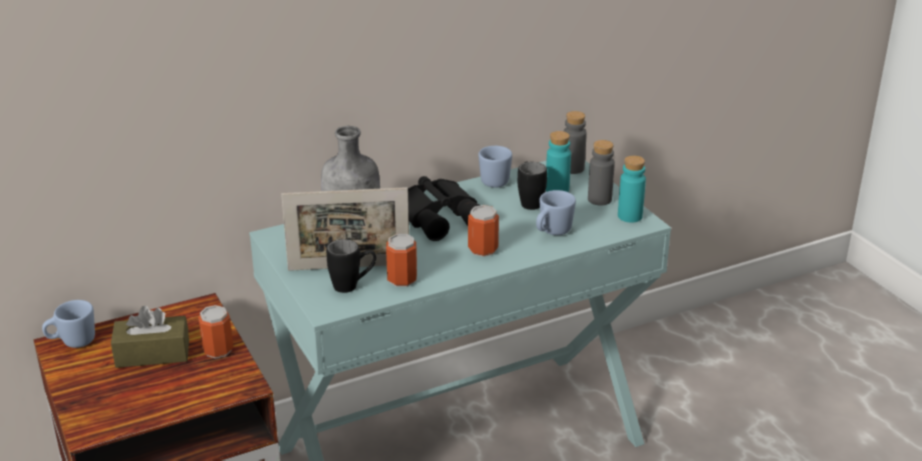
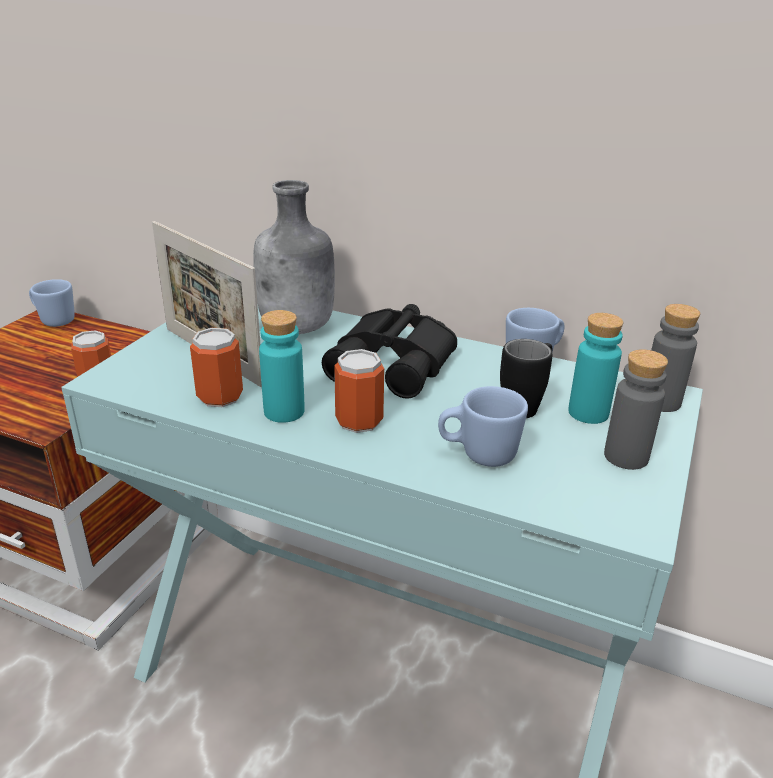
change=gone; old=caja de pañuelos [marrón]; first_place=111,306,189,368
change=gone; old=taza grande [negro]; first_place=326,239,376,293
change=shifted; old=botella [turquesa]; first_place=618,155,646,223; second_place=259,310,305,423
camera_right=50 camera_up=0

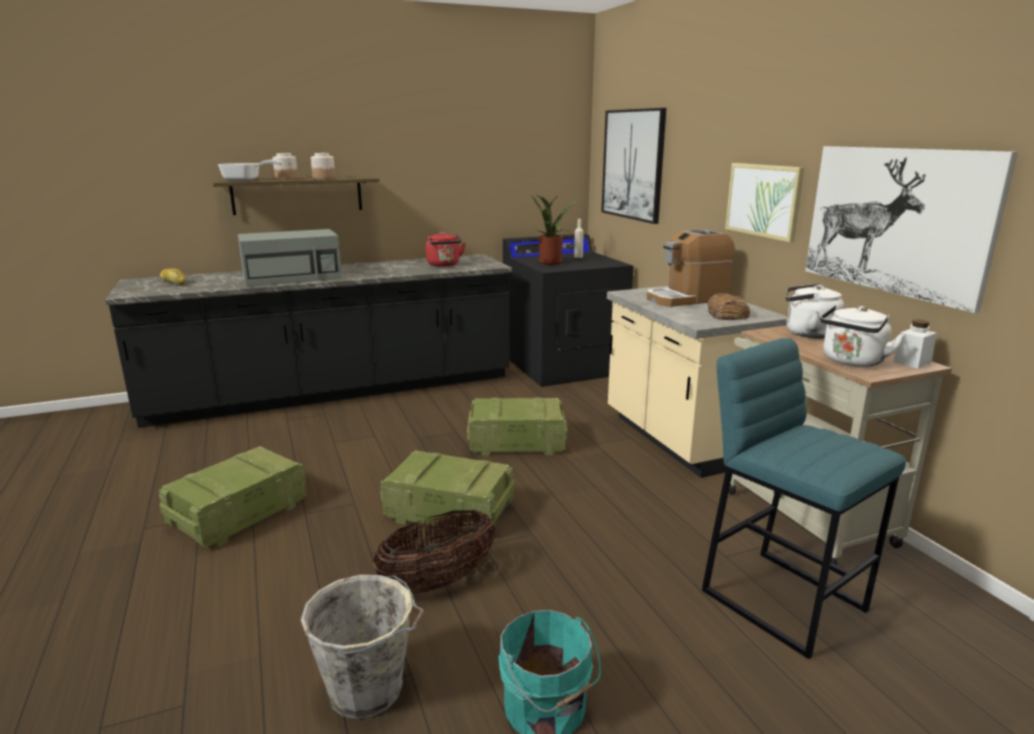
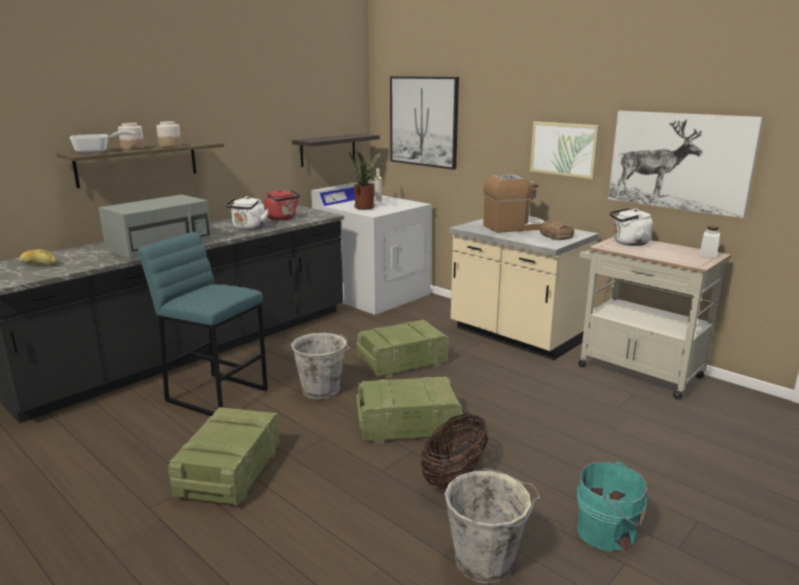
change=repainted; old=lavadora [negro]; new=lavadora [blanco]; first_place=503,234,634,387; second_place=311,180,432,315
change=rotated; old=cafetera; first_place=647,229,735,307; second_place=483,174,544,233; degrees=-150
change=shifted; old=taburete [turquesa]; first_place=702,338,906,659; second_place=138,232,268,416
change=shifted; old=hervidor [blanco]; first_place=820,305,905,367; second_place=225,196,269,230
change=new; new=cubo [gris]; second_place=291,333,351,400
change=new; new=estante; second_place=292,134,380,167
camera_right=-25 camera_up=0

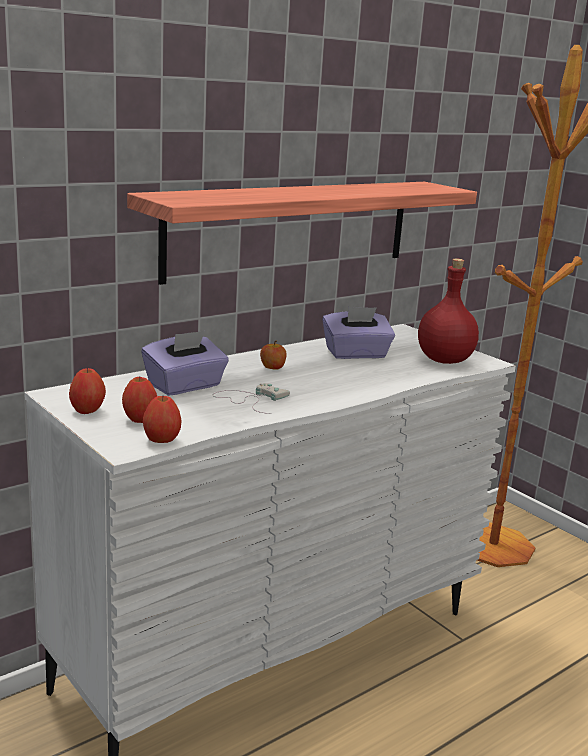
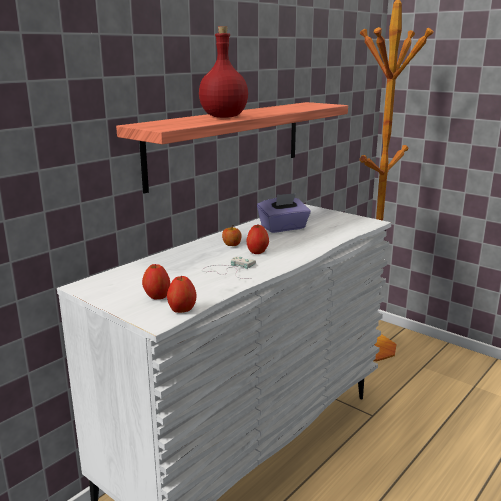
change=shifted; old=manzana; first_place=69,367,106,414; second_place=246,225,269,254
change=gone; old=caja de pañuelos [morado]; first_place=141,331,229,396
change=shifted; old=botella [rojo]; first_place=418,259,479,364; second_place=199,26,248,118
camera_right=-10 camera_up=0

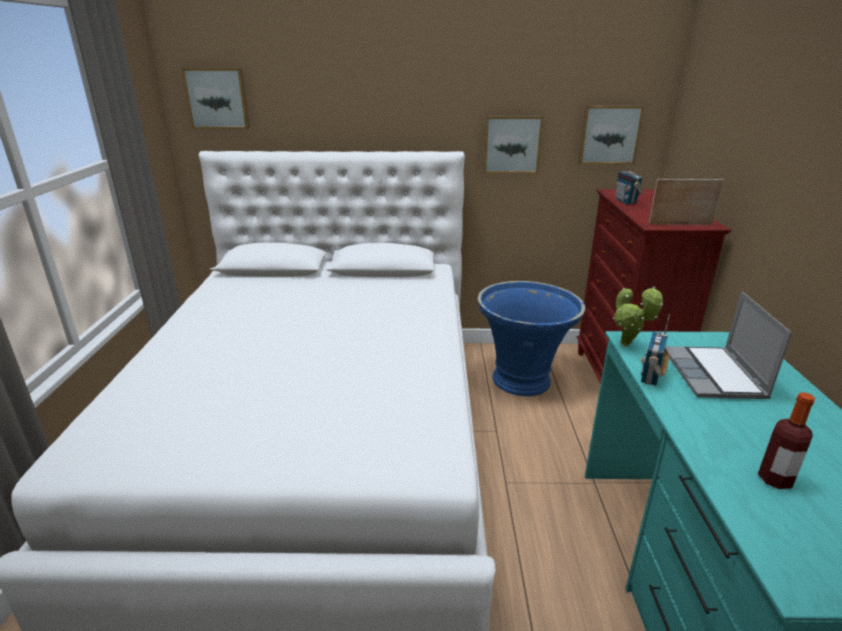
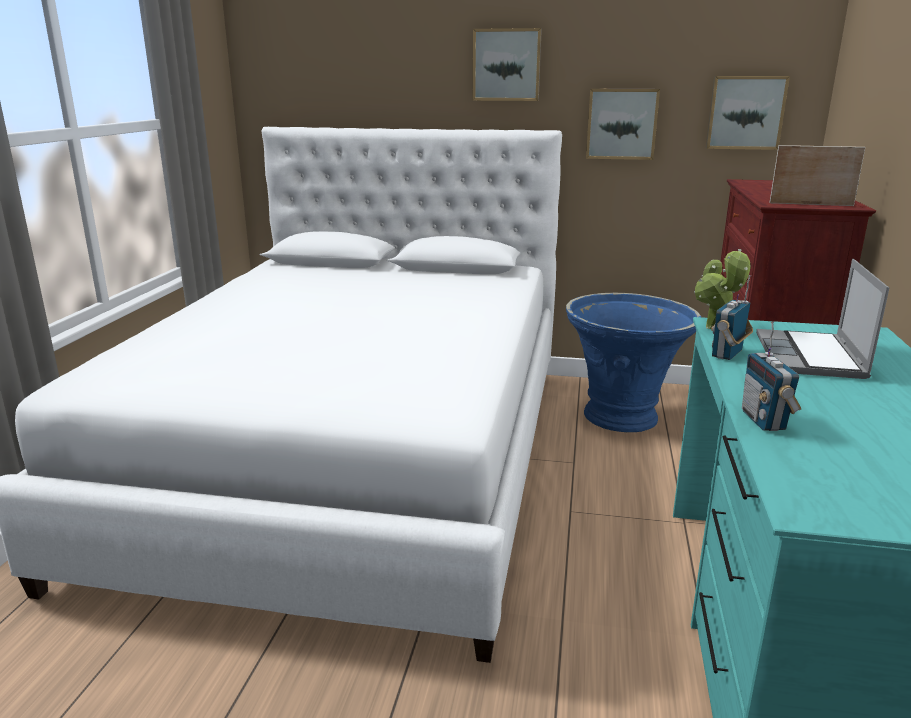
change=shifted; old=cuadro; first_place=182,68,250,129; second_place=473,28,542,101
change=shifted; old=radio; first_place=615,156,643,204; second_place=742,322,801,431
change=gone; old=botella; first_place=758,392,815,489
camera_right=10 camera_up=-5

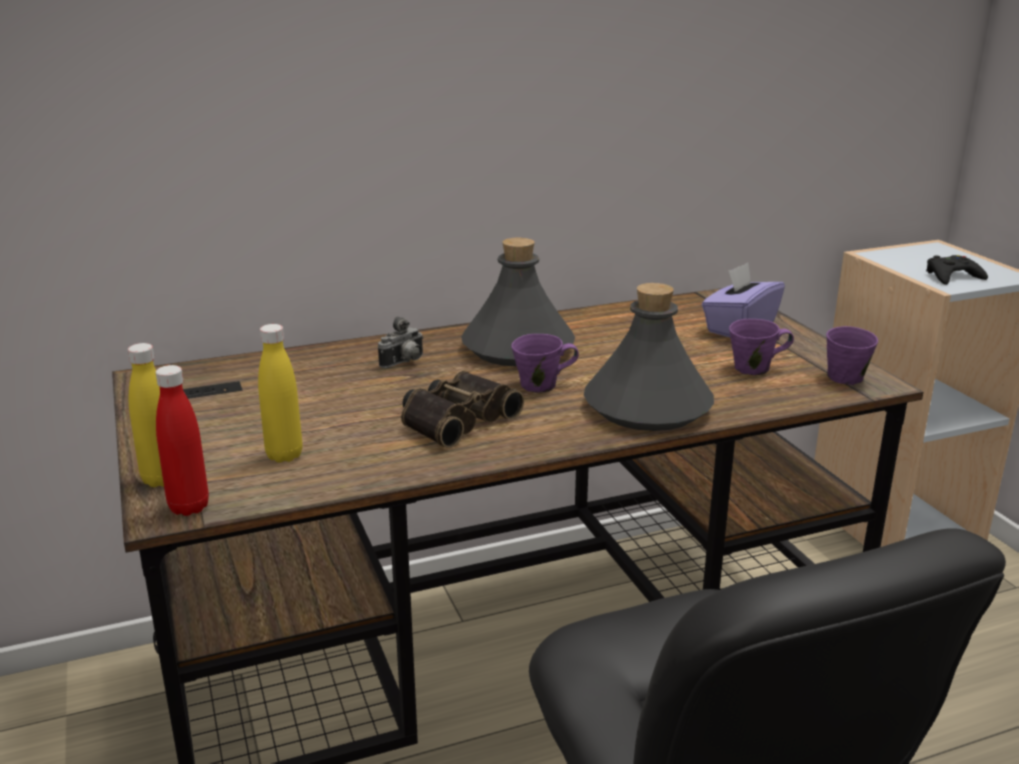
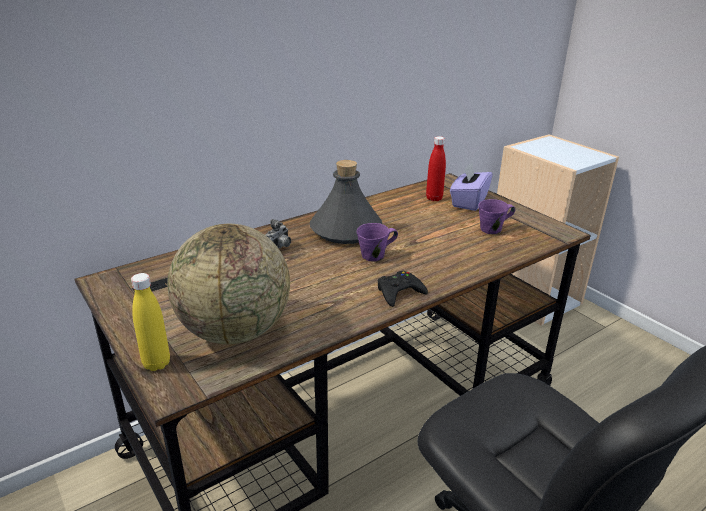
change=shifted; old=botella [rojo]; first_place=156,365,209,516; second_place=426,136,446,201
change=swapped; old=botella [amarillo]; new=globo terráqueo; first_place=258,324,302,463; second_place=167,224,290,344
change=gone; old=prismáticos; first_place=401,371,524,448
change=gone; old=botella [gris]; first_place=584,283,714,431
change=gone; old=taza grande [morado]; first_place=826,326,878,385
change=shifted; old=mando de consola [negro]; first_place=926,255,988,285; second_place=378,271,428,307
camera_right=-15 camera_up=5

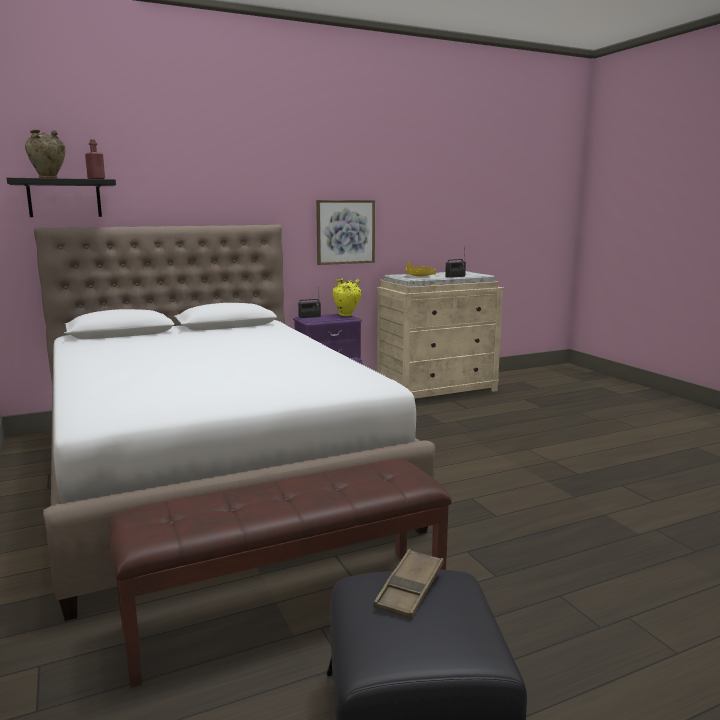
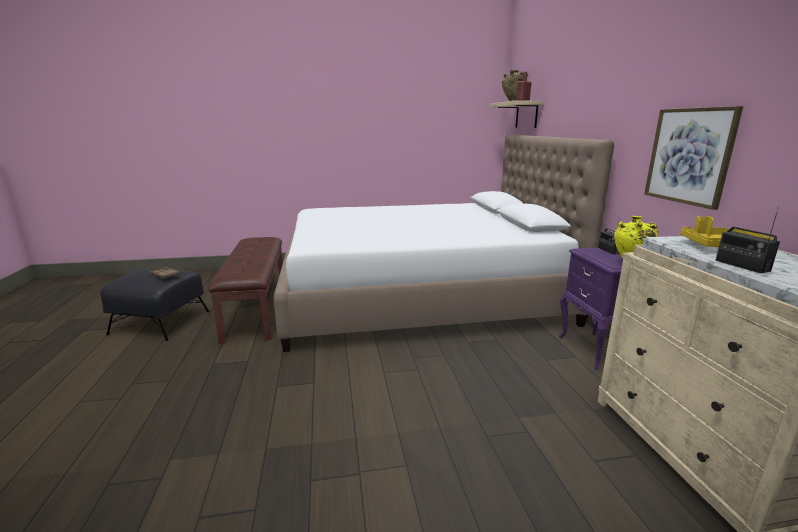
change=repainted; old=estante [negro]; new=estante [beis]; first_place=7,178,116,217; second_place=490,100,543,128
camera_right=105 camera_up=5

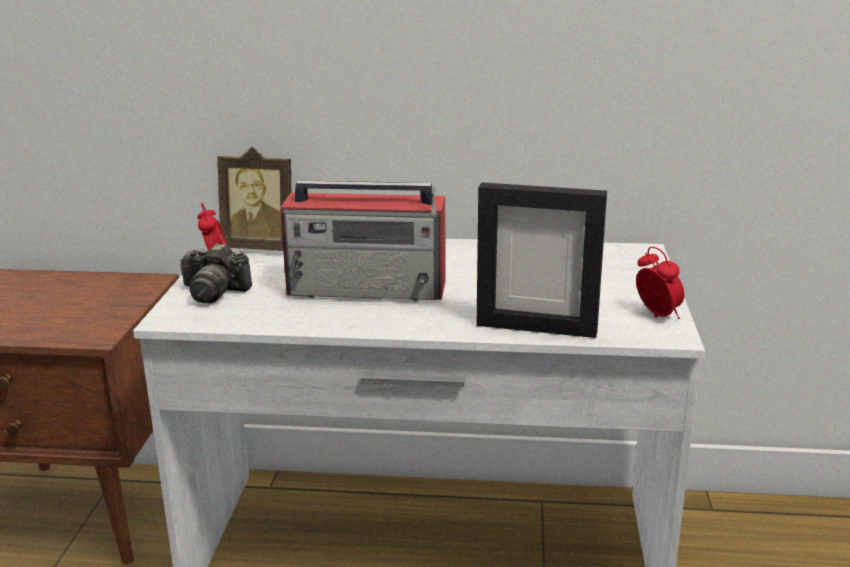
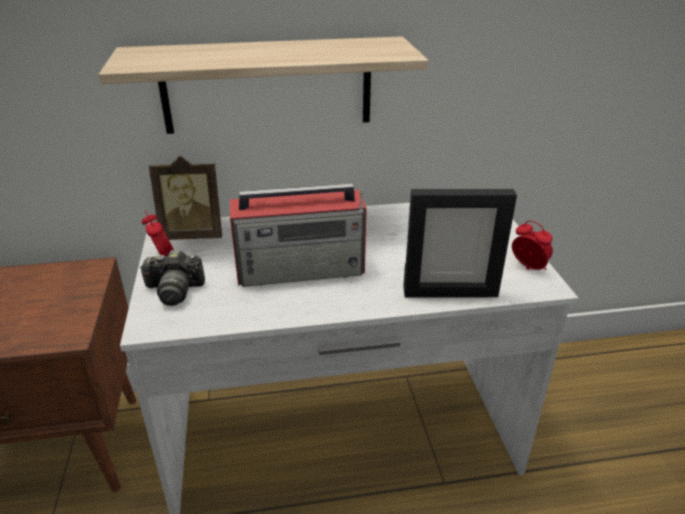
change=new; new=estante; second_place=99,36,428,134
camera_right=-15 camera_up=10

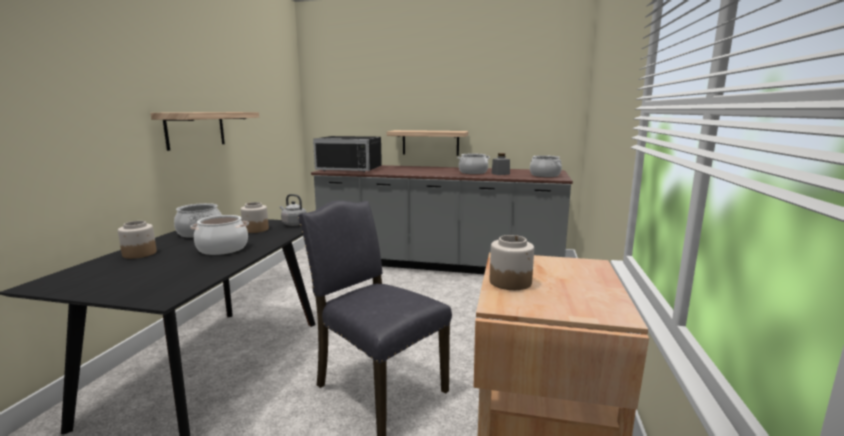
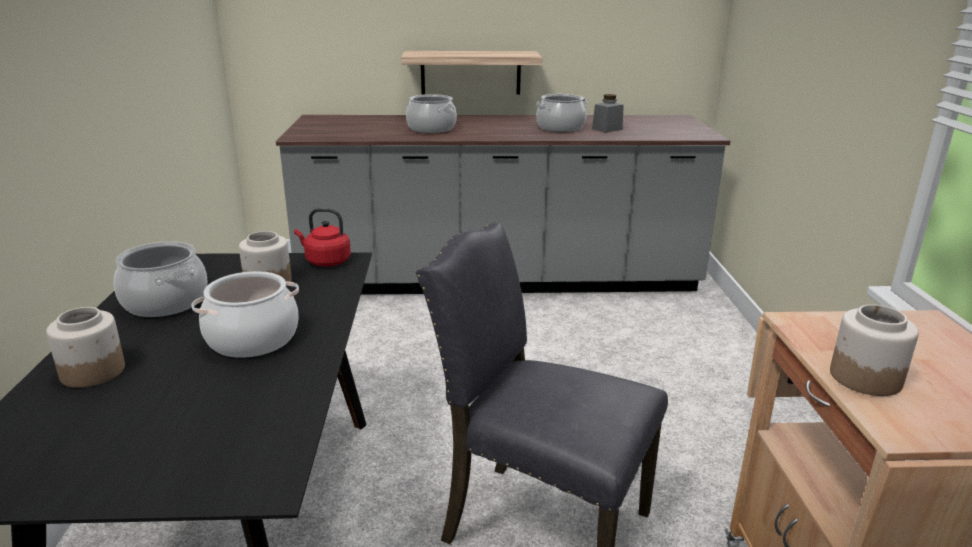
change=gone; old=estante; first_place=151,112,259,151
change=repainted; old=hervidor [gris]; new=hervidor [rojo]; first_place=280,194,307,226; second_place=294,208,351,267
change=gone; old=microondas [negro]; first_place=313,136,382,172
change=shifted; old=olla; first_place=530,155,562,177; second_place=406,94,457,133
camera_right=-15 camera_up=10

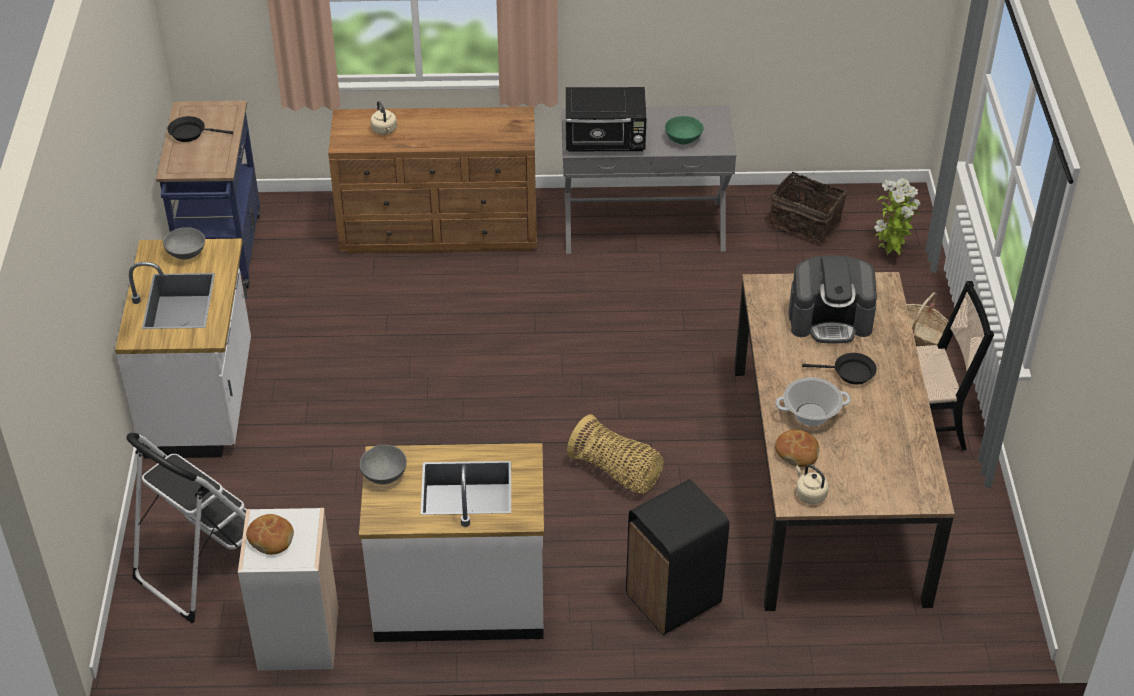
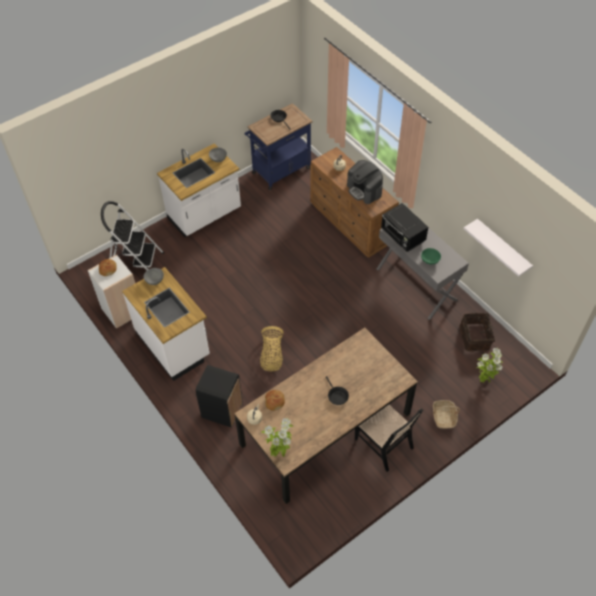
change=gone; old=olla; first_place=775,377,851,426
change=shifted; old=cafetera; first_place=788,256,877,343; second_place=347,160,383,204
change=new; new=planta en maceta; second_place=261,418,293,457
change=new; new=estante [blanco]; second_place=464,219,533,277
camera_right=55 camera_up=10

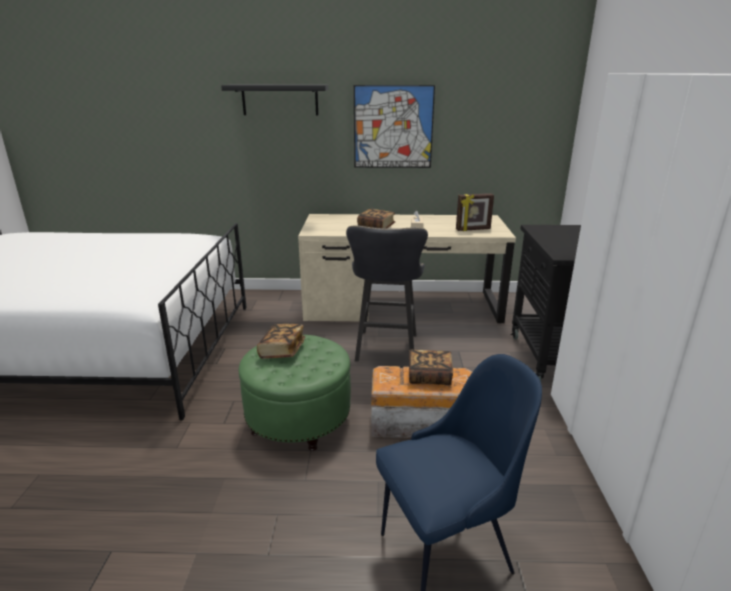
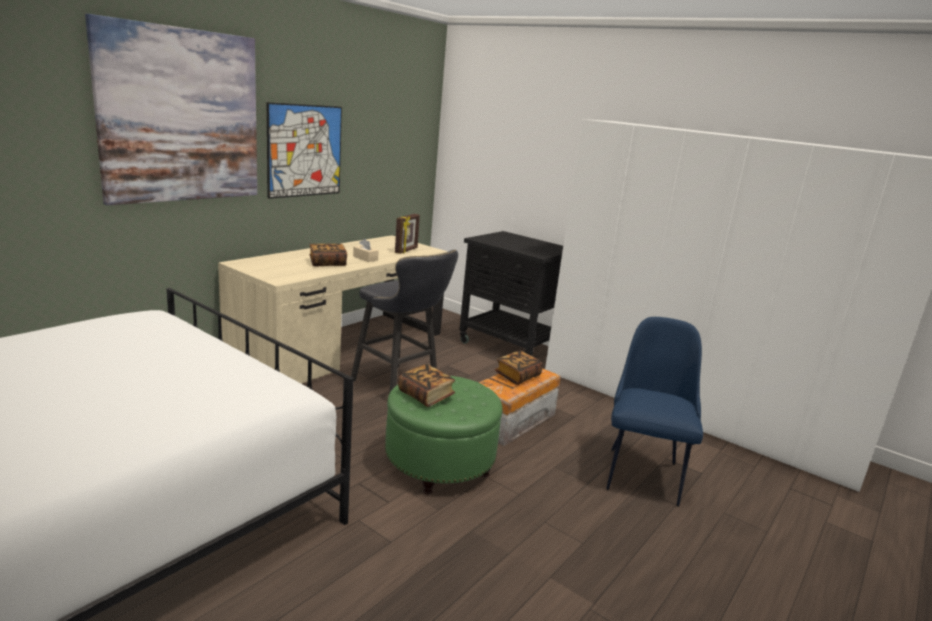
change=swapped; old=estante [negro]; new=cuadro; first_place=221,84,328,115; second_place=85,14,257,206
camera_right=-55 camera_up=-5

